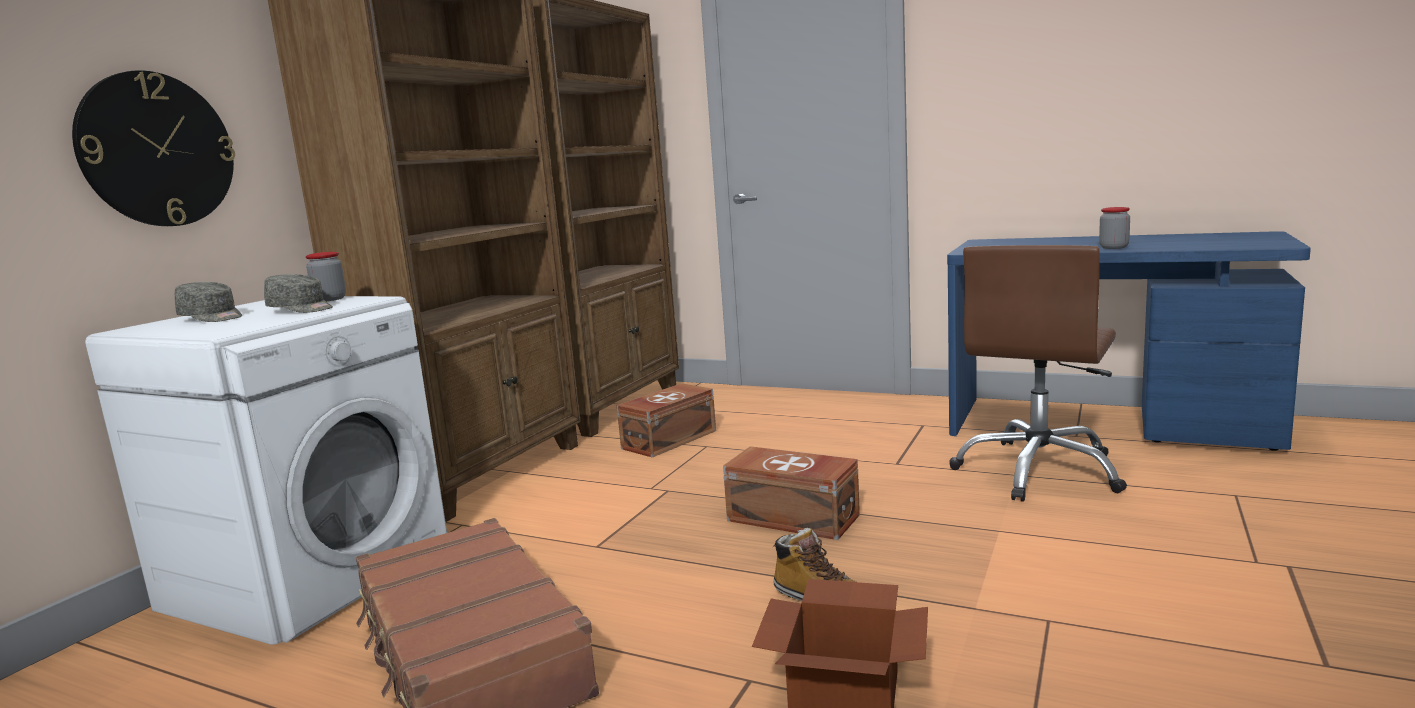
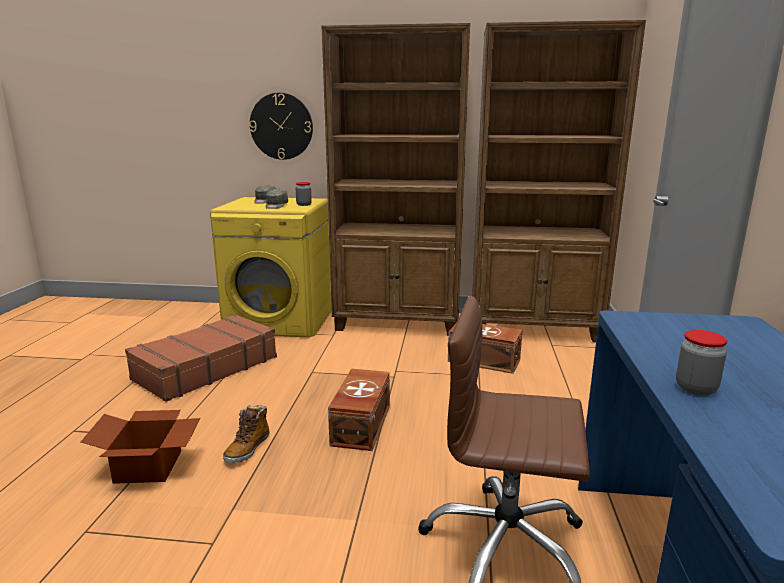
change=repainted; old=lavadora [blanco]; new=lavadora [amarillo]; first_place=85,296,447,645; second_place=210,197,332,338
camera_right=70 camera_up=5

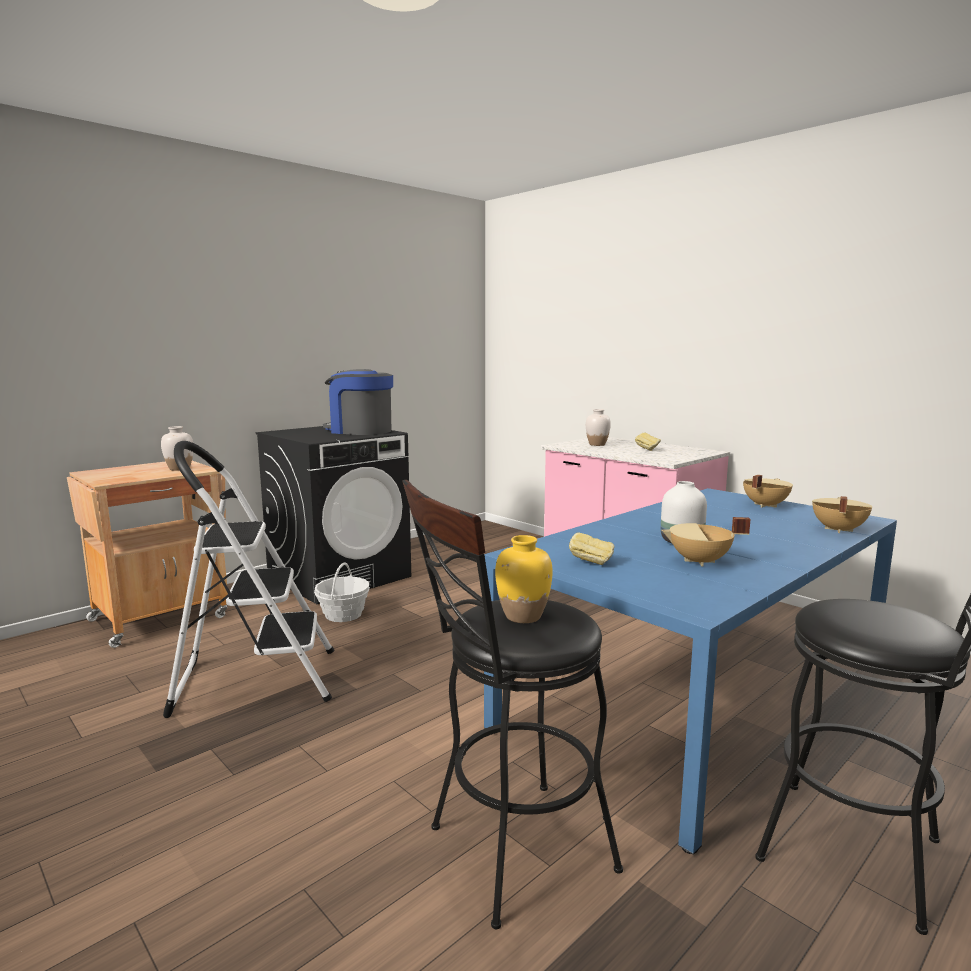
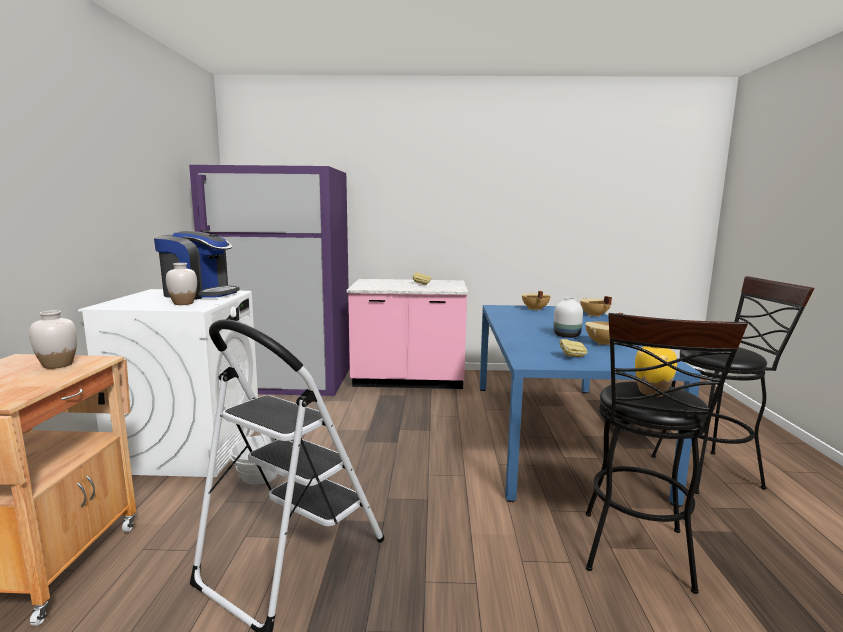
change=repainted; old=lavadora [negro]; new=lavadora [blanco]; first_place=256,426,411,604; second_place=78,289,258,477
change=rotated; old=cafetera; first_place=323,369,393,435; second_place=154,231,240,300; degrees=-150
change=shifted; old=florero [blanco]; first_place=586,409,611,446; second_place=166,263,197,305
change=new; new=nevera [morado]; second_place=189,165,350,396
camera_right=-45 camera_up=0

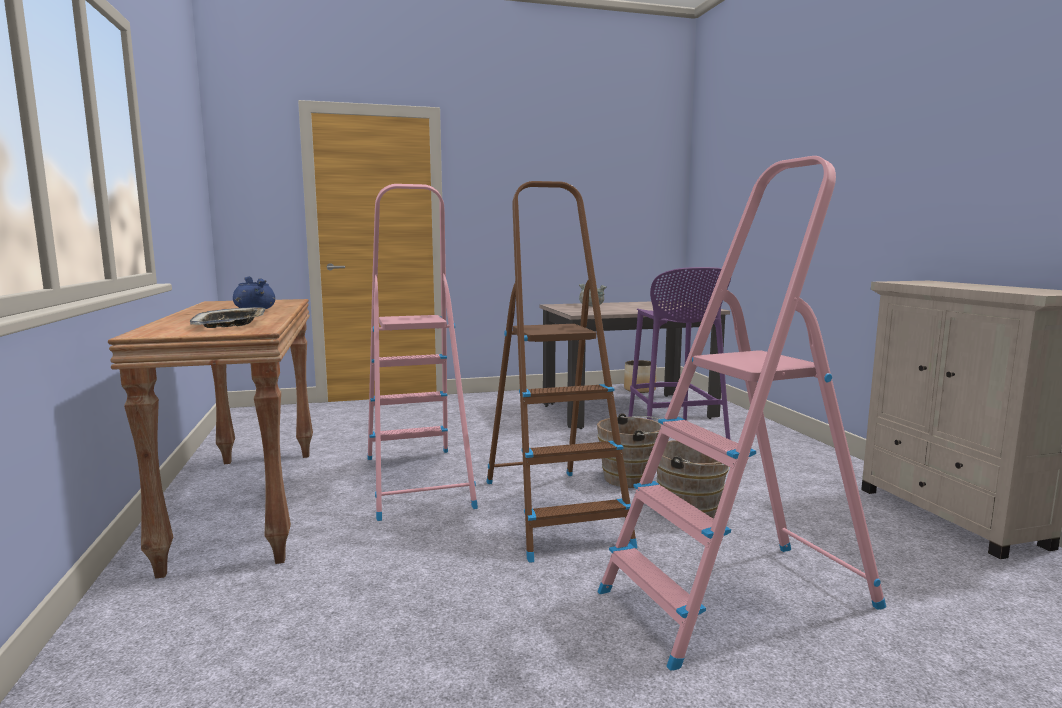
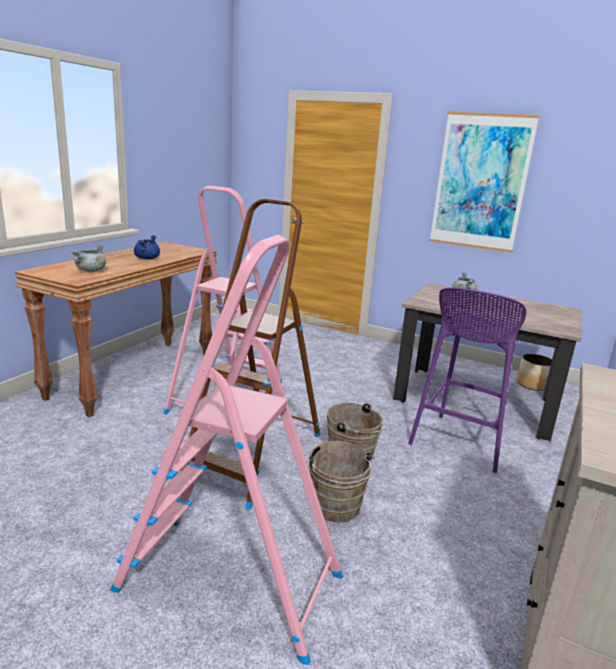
change=swapped; old=bandeja; new=olla [gris]; first_place=190,307,265,328; second_place=72,244,106,272
change=new; new=cuadro; second_place=429,112,539,253
camera_right=40 camera_up=10

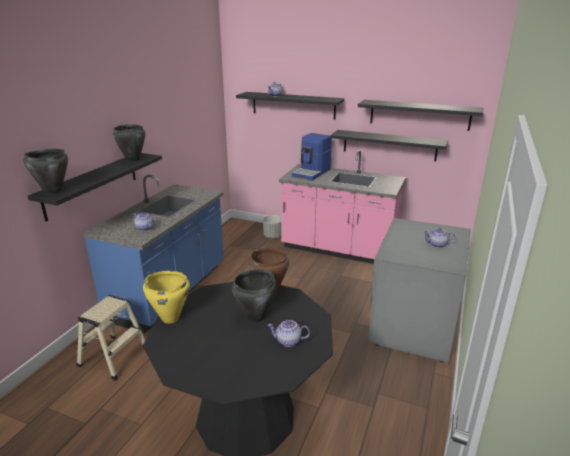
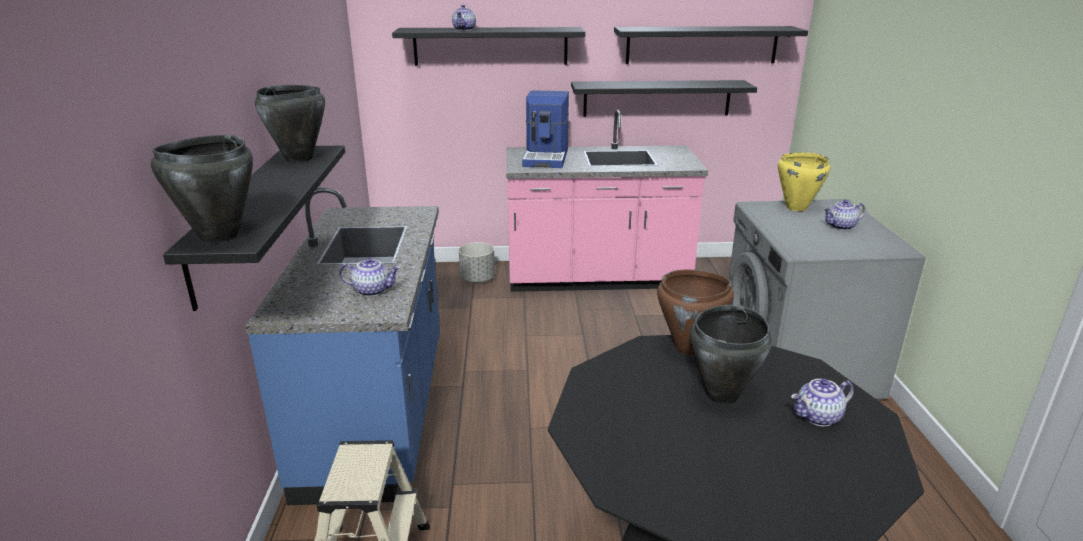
change=shifted; old=olla [amarillo]; first_place=143,271,190,323; second_place=778,153,830,211
camera_right=-25 camera_up=0

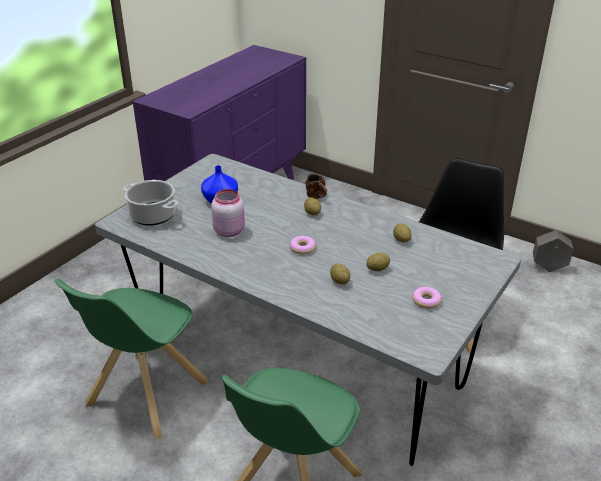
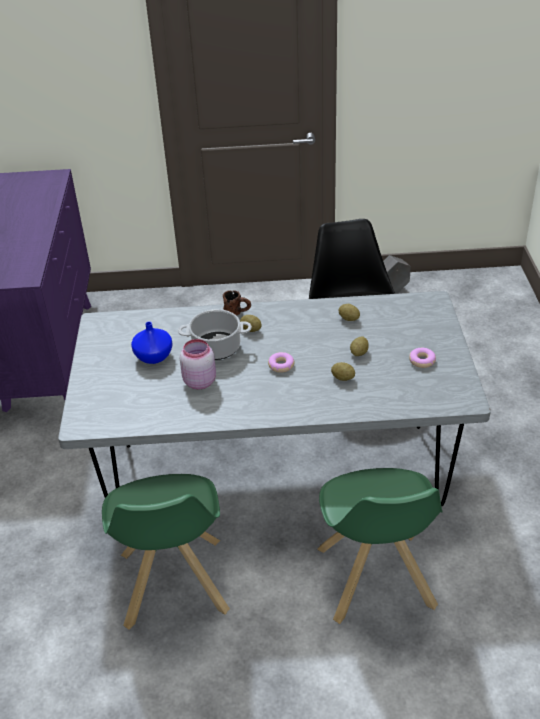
change=shifted; old=olla; first_place=123,180,179,226; second_place=178,309,252,360
camera_right=-35 camera_up=5

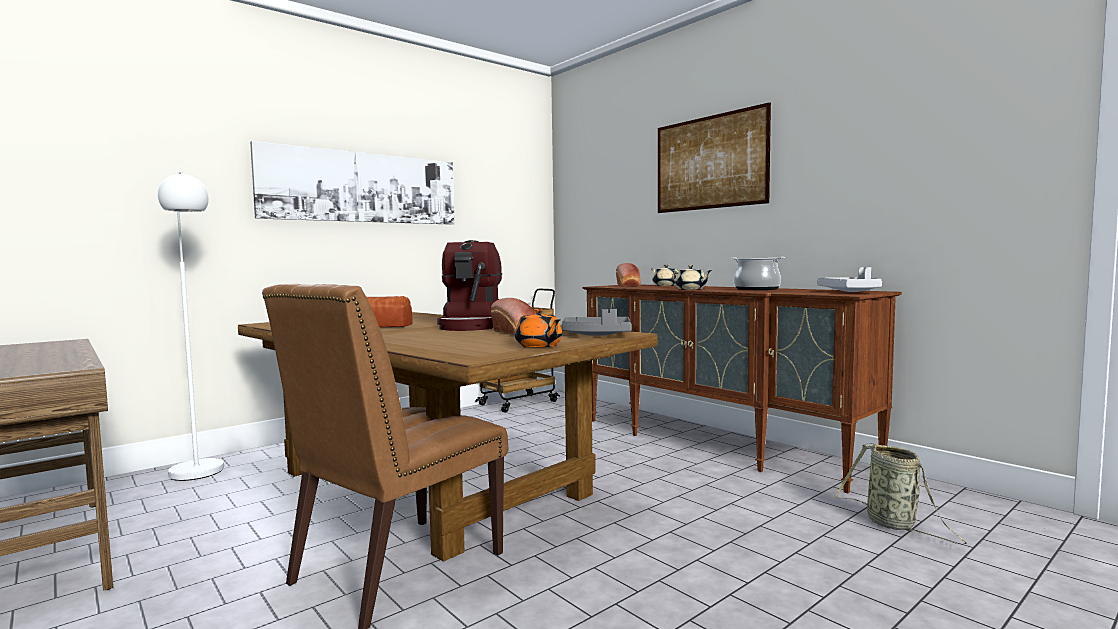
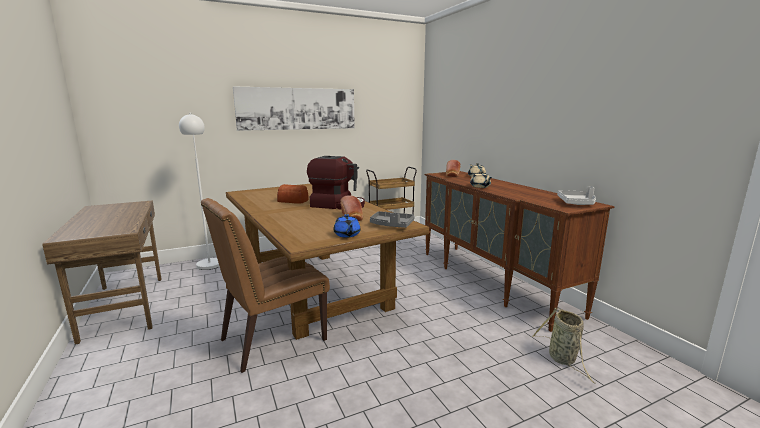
change=rotated; old=cafetera; first_place=437,240,502,331; second_place=307,156,365,210; degrees=-90
change=repainted; old=tetera [naranja]; new=tetera [azul]; first_place=515,309,562,347; second_place=333,214,360,238
change=gone; old=cuadro; first_place=658,102,771,213
change=gone; old=olla; first_place=731,257,785,290
camera_right=15 camera_up=10

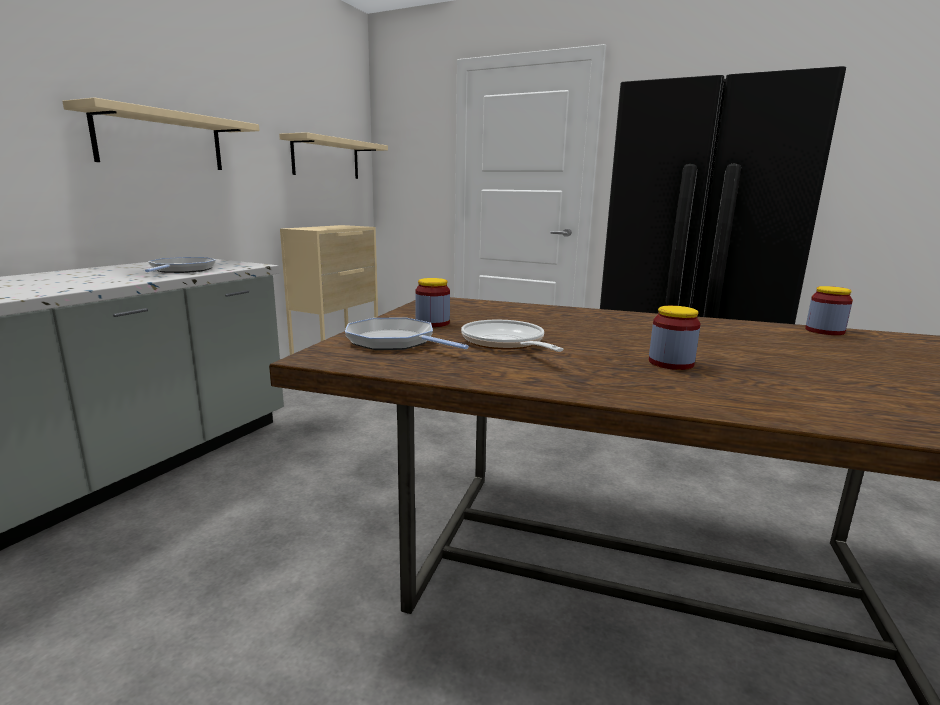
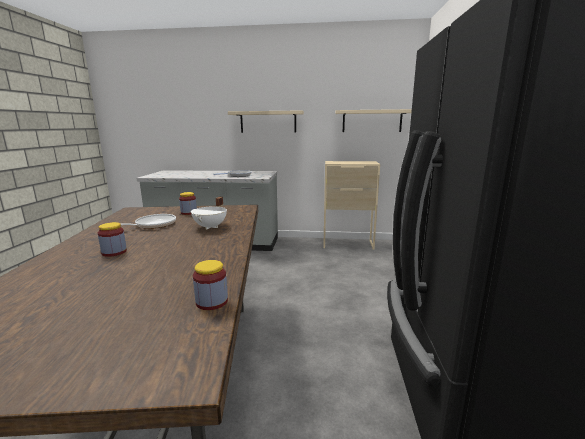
change=gone; old=sartén; first_place=345,318,469,350
change=new; new=olla [blanco]; second_place=191,197,227,230
camera_right=70 camera_up=0

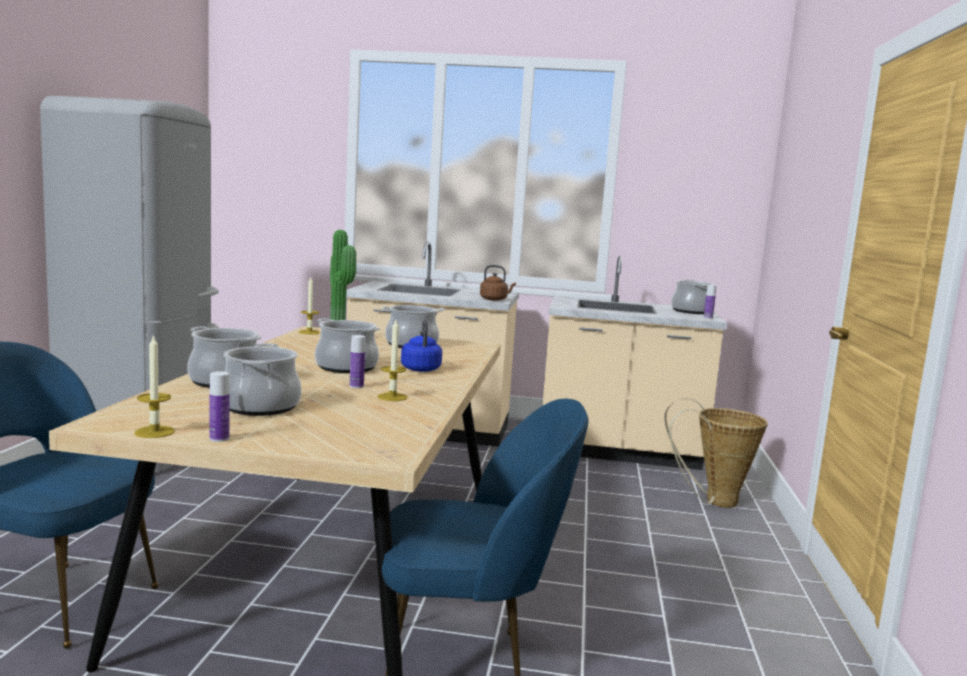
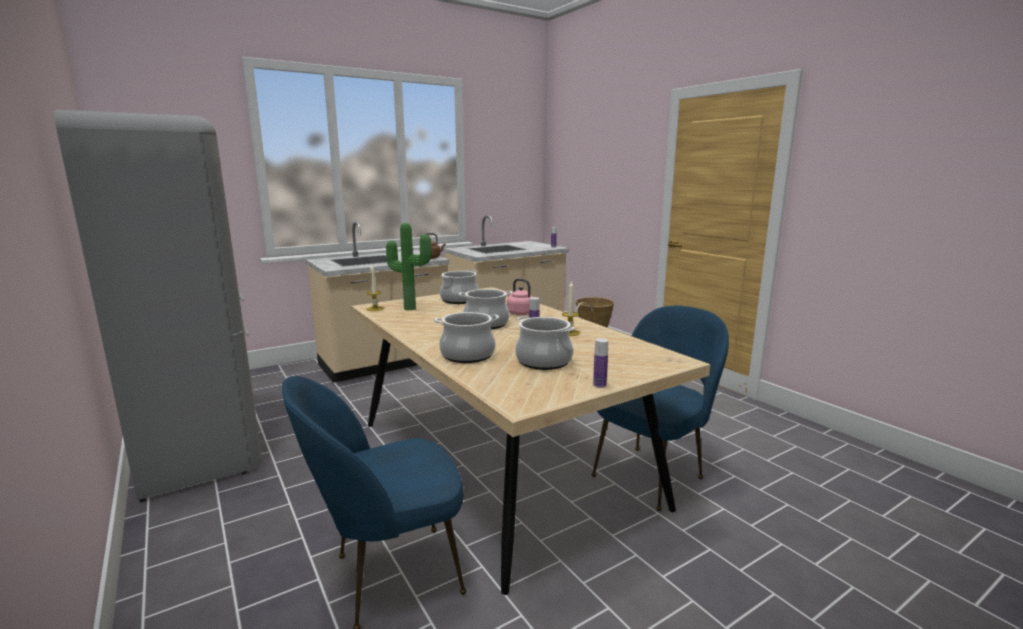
change=gone; old=vela; first_place=135,334,174,438
change=repainted; old=hervidor [azul]; new=hervidor [rosa]; first_place=401,319,442,372; second_place=505,279,533,315
change=gone; old=olla; first_place=671,279,715,314
camera_right=-40 camera_up=5

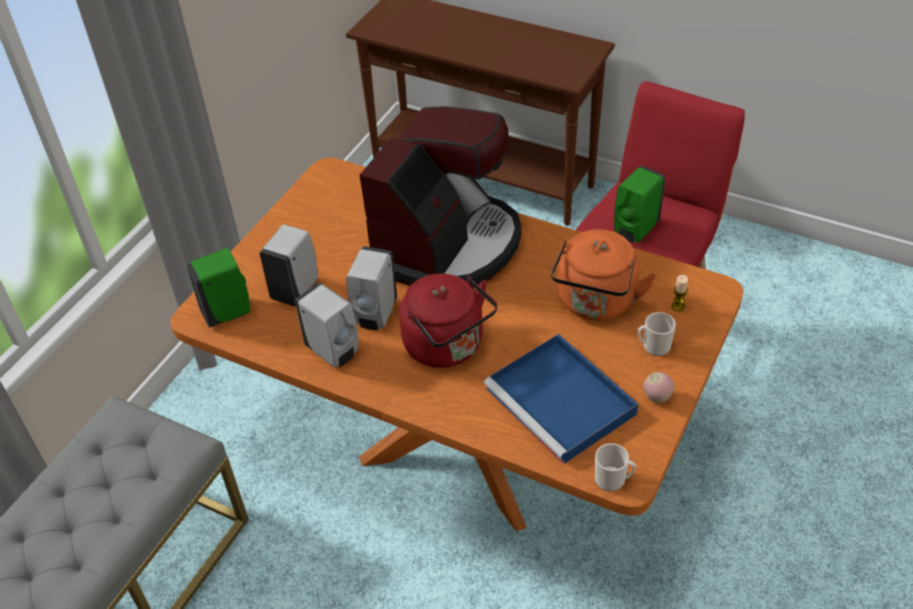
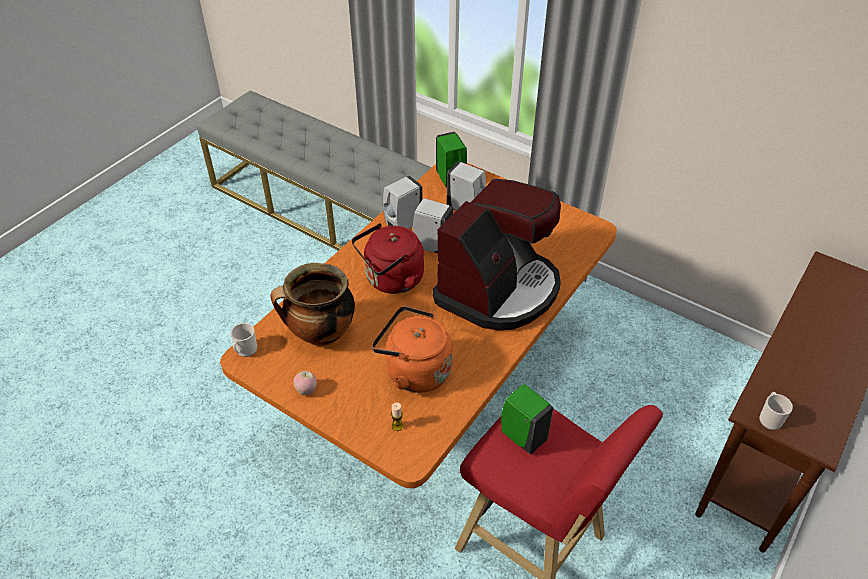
change=rotated; old=cafetera; first_place=360,106,522,287; second_place=433,179,561,330; degrees=-90
change=swapped; old=bandeja [azul]; new=olla; first_place=484,334,638,464; second_place=270,263,355,346
change=shifted; old=taza grande; first_place=638,312,676,356; second_place=759,392,793,430
camera_right=95 camera_up=0

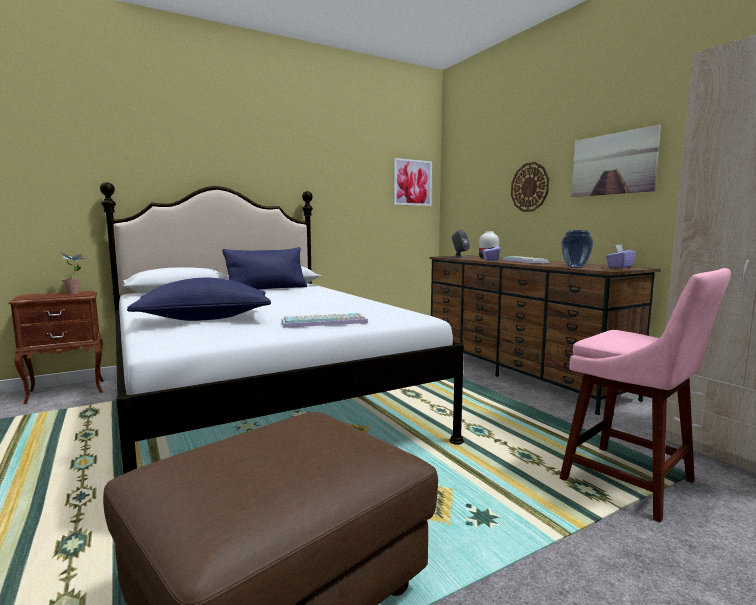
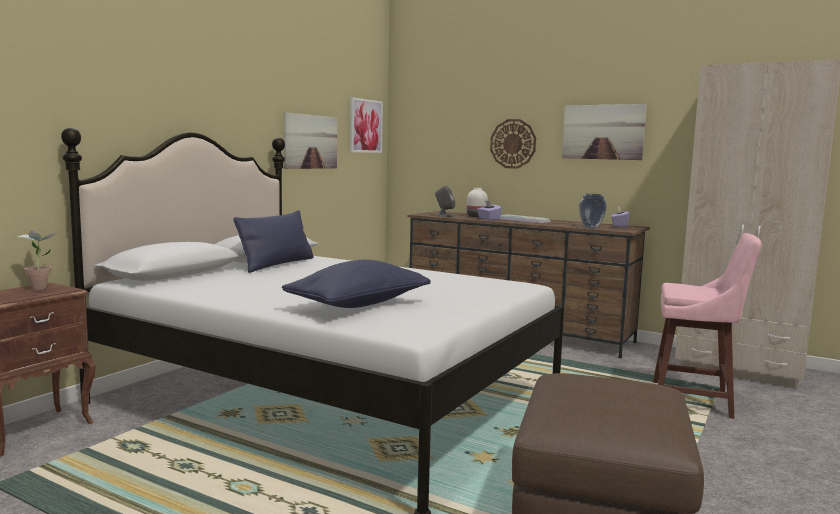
change=gone; old=teclado; first_place=281,313,368,328
change=new; new=cuadro; second_place=284,113,337,169
camera_right=-30 camera_up=0

